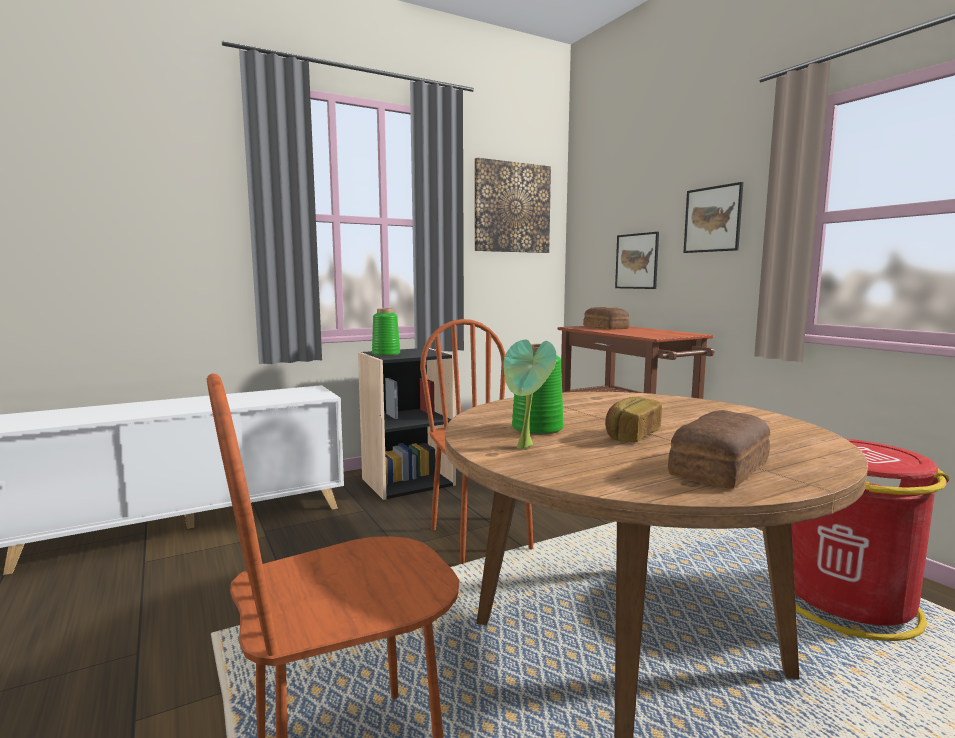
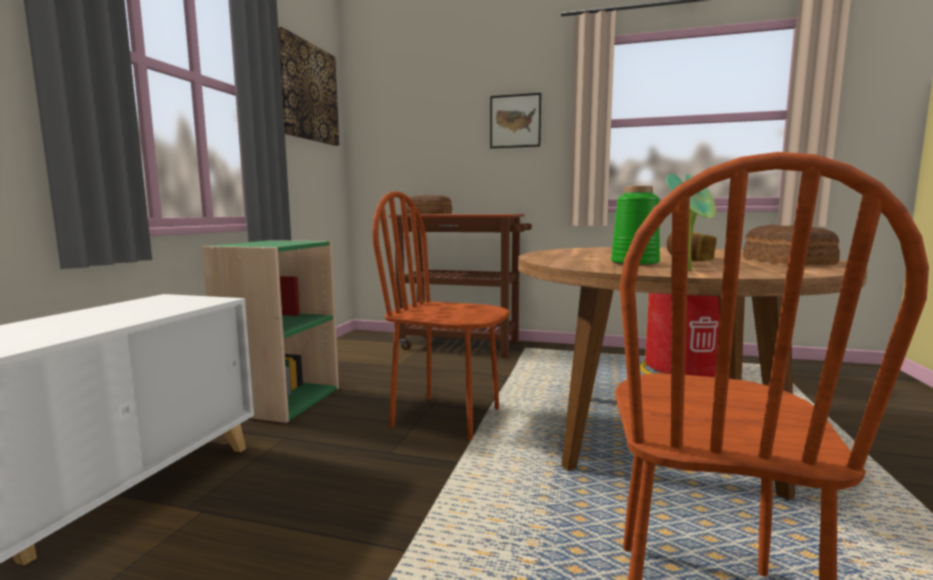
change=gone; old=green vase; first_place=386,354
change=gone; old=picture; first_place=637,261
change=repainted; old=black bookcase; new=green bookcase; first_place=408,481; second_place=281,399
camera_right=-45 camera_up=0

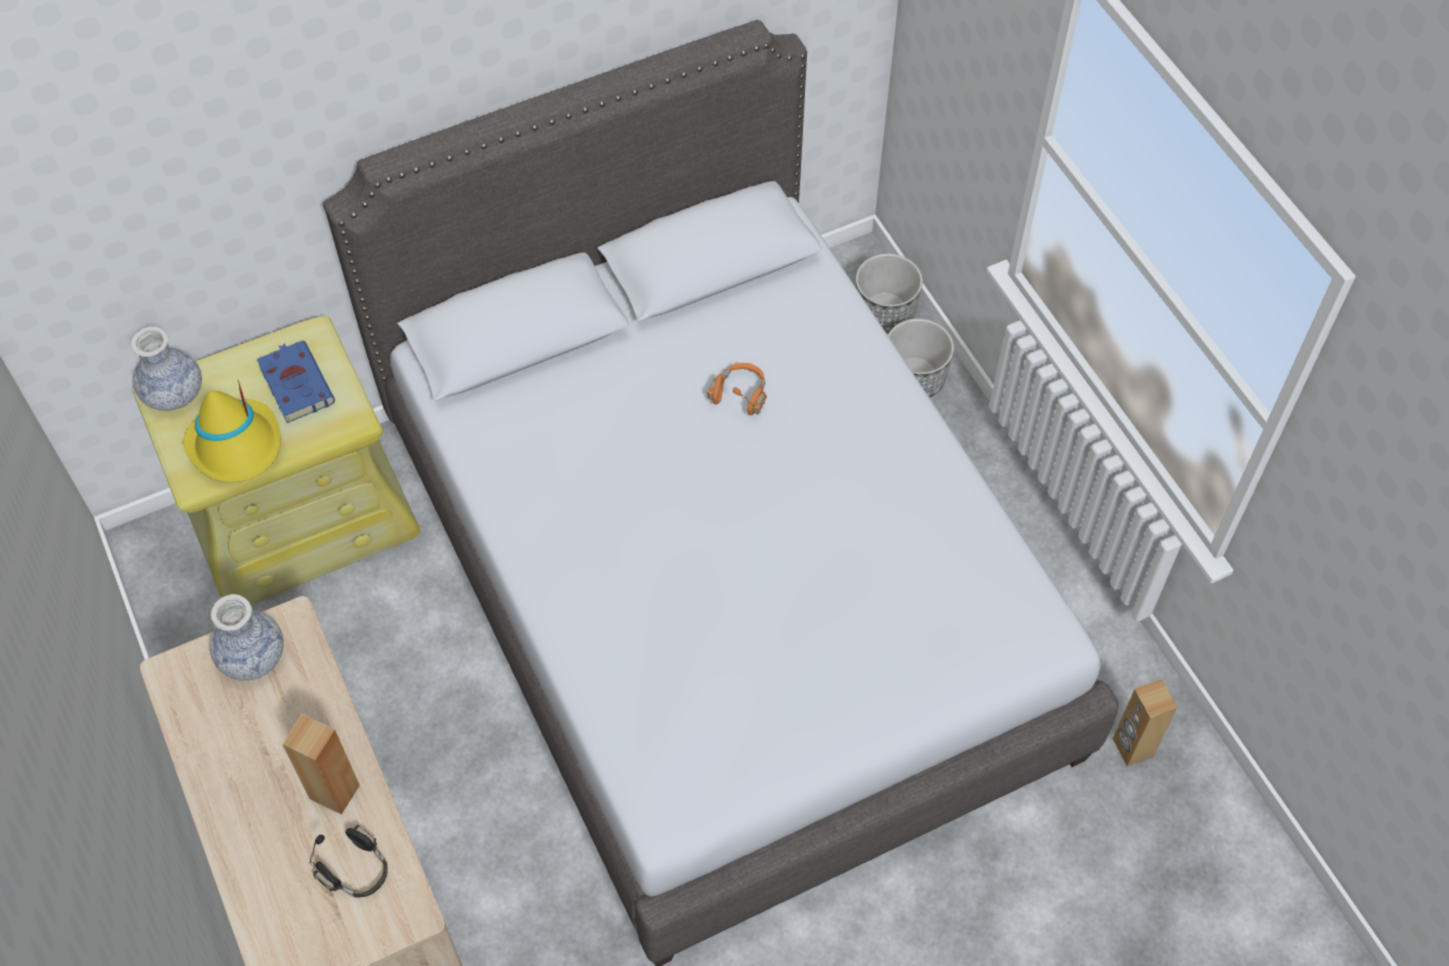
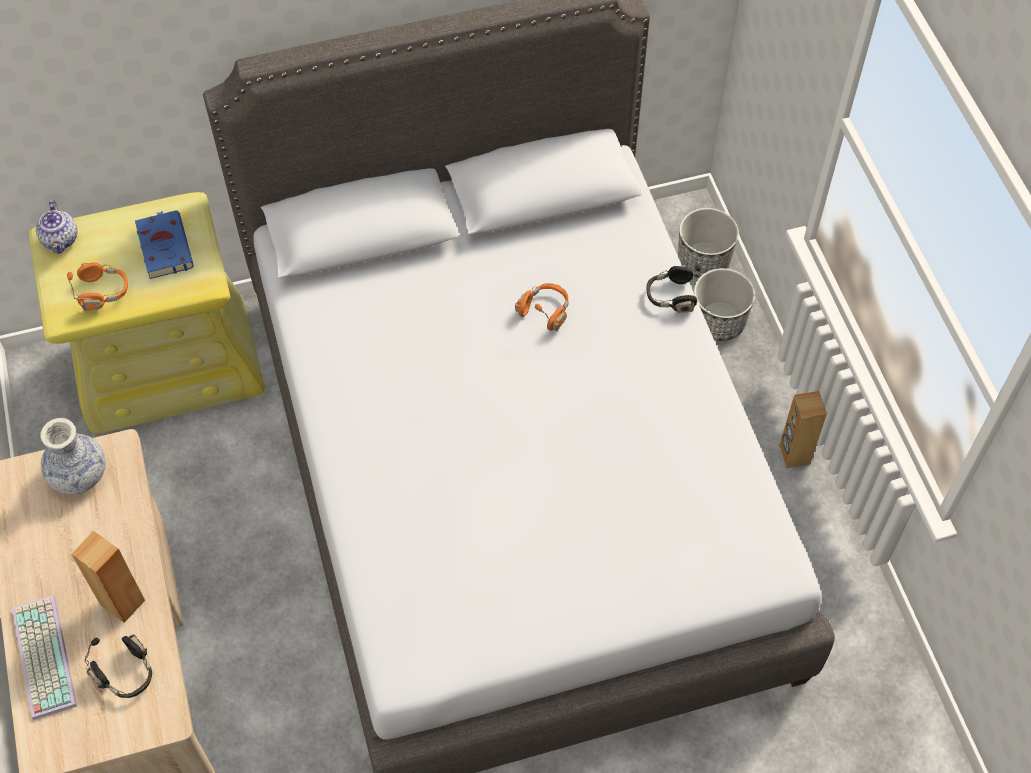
change=new; new=keyboard; second_place=41,656
change=new; new=black headphones; second_place=671,296
change=shifted; old=brown speaker; first_place=1132,748; second_place=794,454
change=swapped; old=vase; new=teapot; first_place=173,394; second_place=61,240
change=swapped; old=yellow hat; new=orange headphones; first_place=237,445; second_place=103,292
camera_right=10 camera_up=0

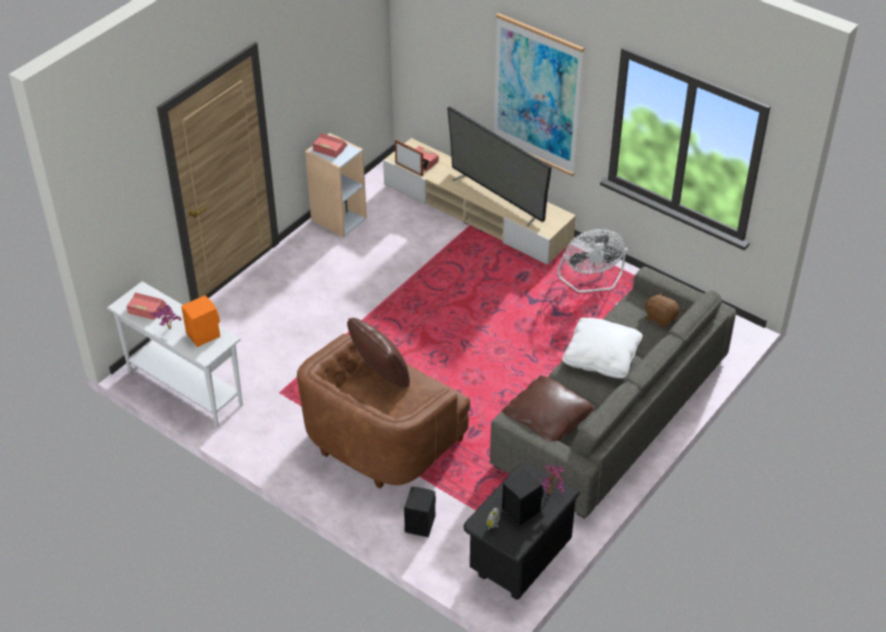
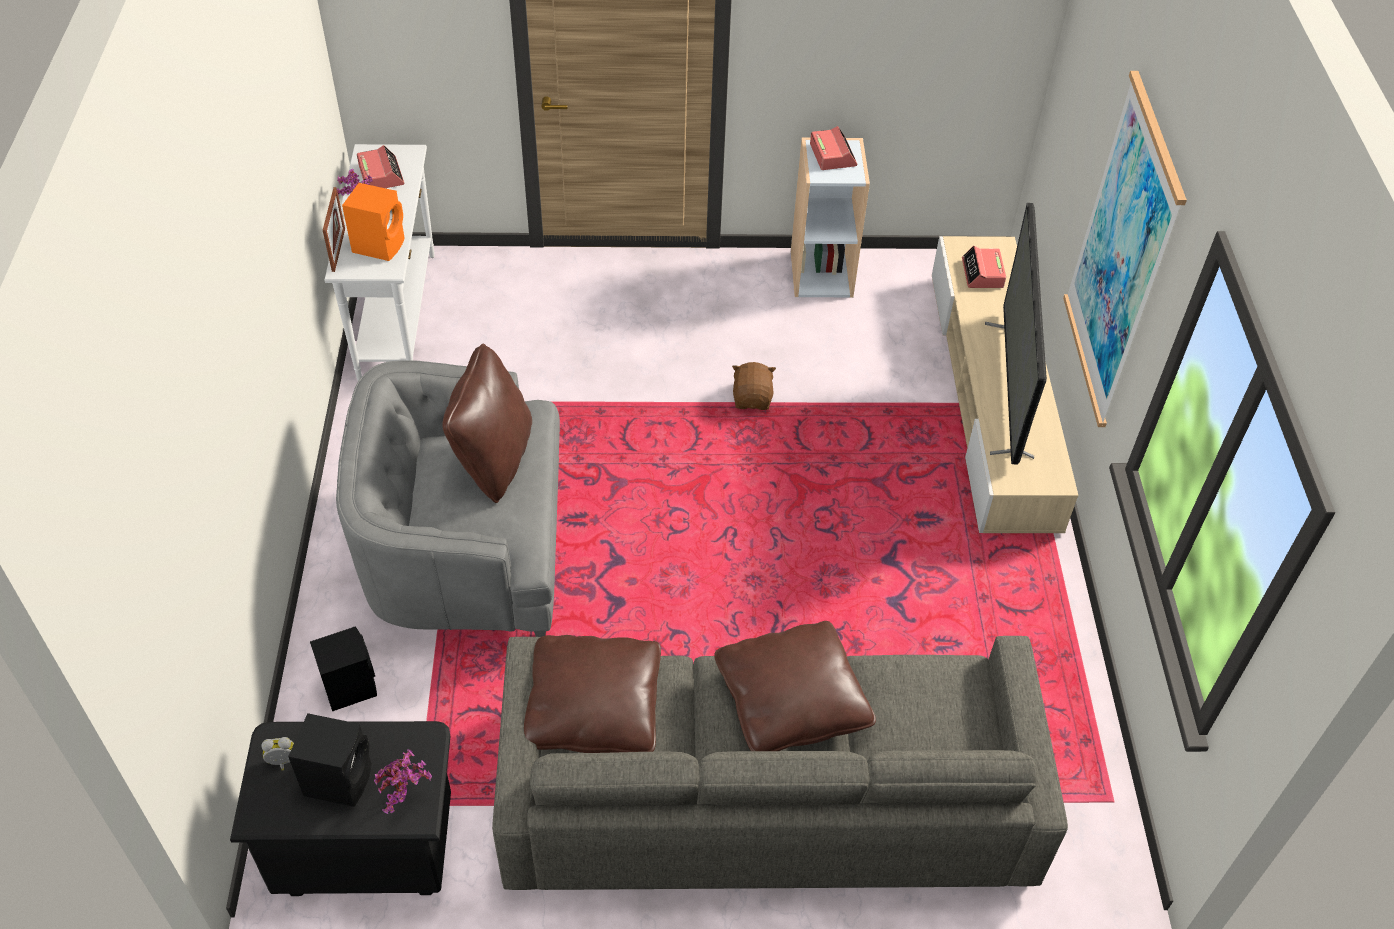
change=gone; old=white fan; first_place=595,285
change=shifted; old=picture frame; first_place=409,169; second_place=338,250
change=shifted; old=brown plush toy; first_place=660,317; second_place=752,399
change=repainted; old=brown armchair; new=grey armchair; first_place=381,441; second_place=467,554
change=repainted; old=white pillow; new=brown pillow; first_place=601,357; second_place=791,700
camera_right=50 camera_up=5

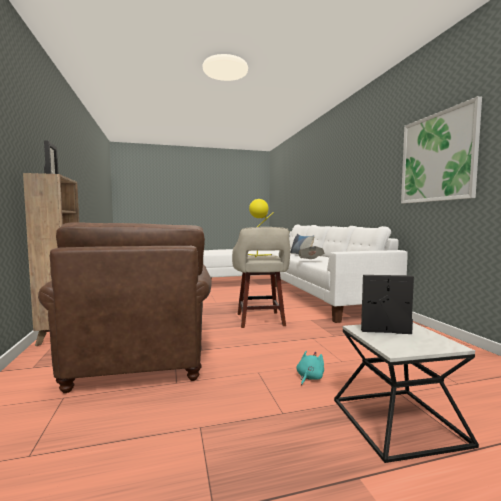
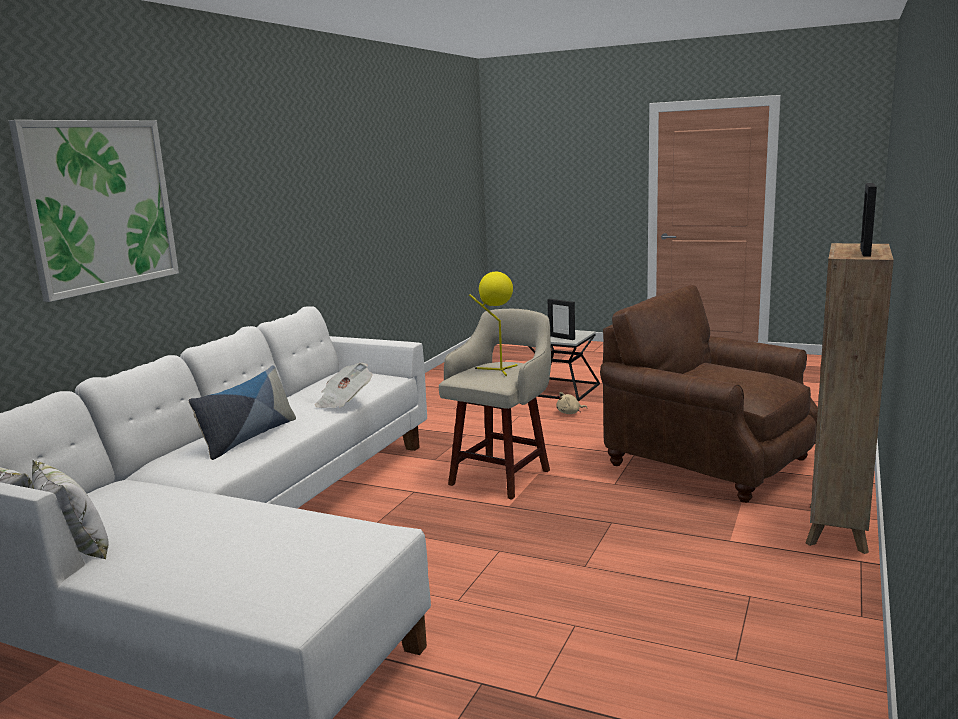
change=shifted; old=picture; first_place=437,157; second_place=100,205
change=repainted; old=turquoise plush toy; new=beige plush toy; first_place=309,377; second_place=570,413
change=rotated; old=brown armchair; first_place=141,357; second_place=708,462; degrees=-75
camera_right=-140 camera_up=10

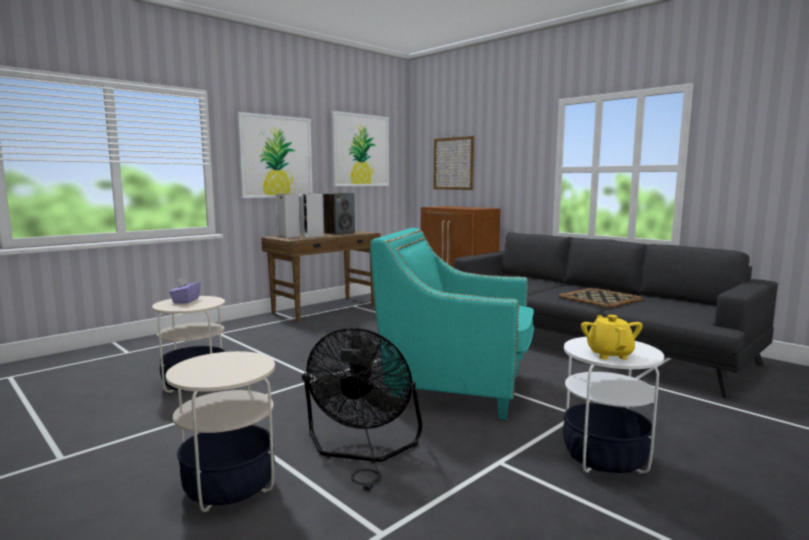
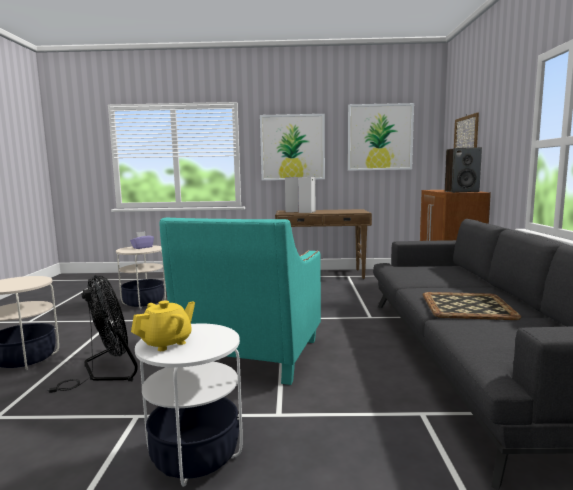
change=shifted; old=speaker; first_place=339,233; second_place=461,192
change=rotated; old=turquoise armchair; first_place=455,388; second_place=252,355; degrees=-135
camera_right=45 camera_up=0

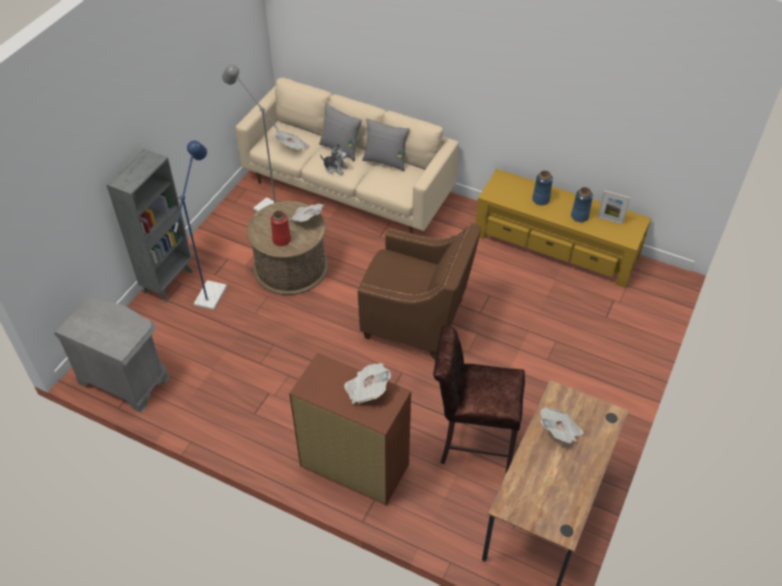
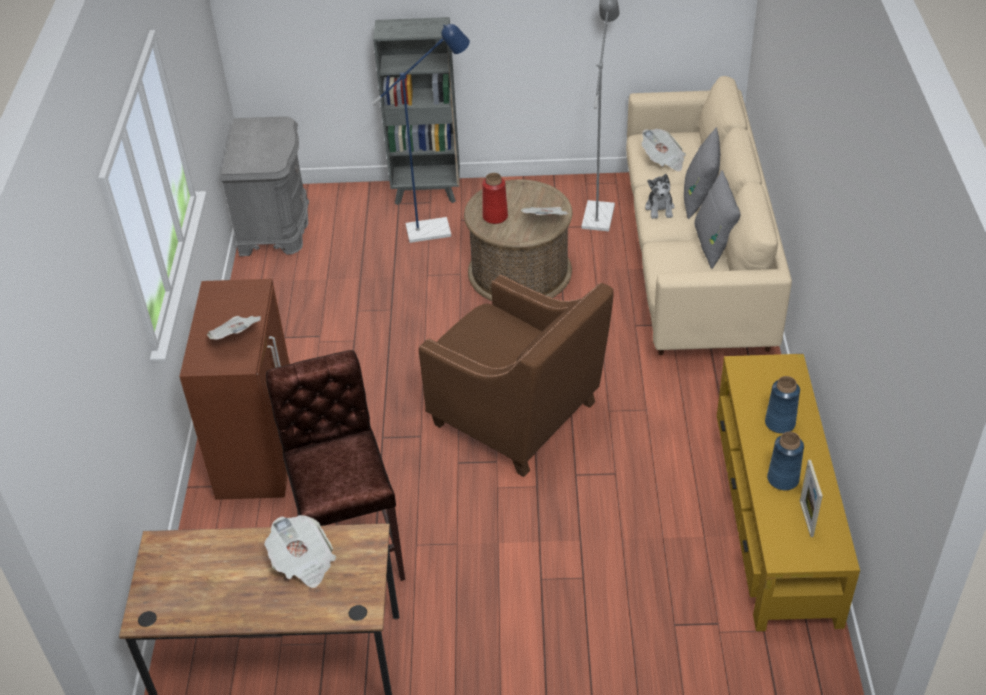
change=rotated; old=brown armchair; first_place=415,319; second_place=516,415; degrees=-45
camera_right=65 camera_up=-5

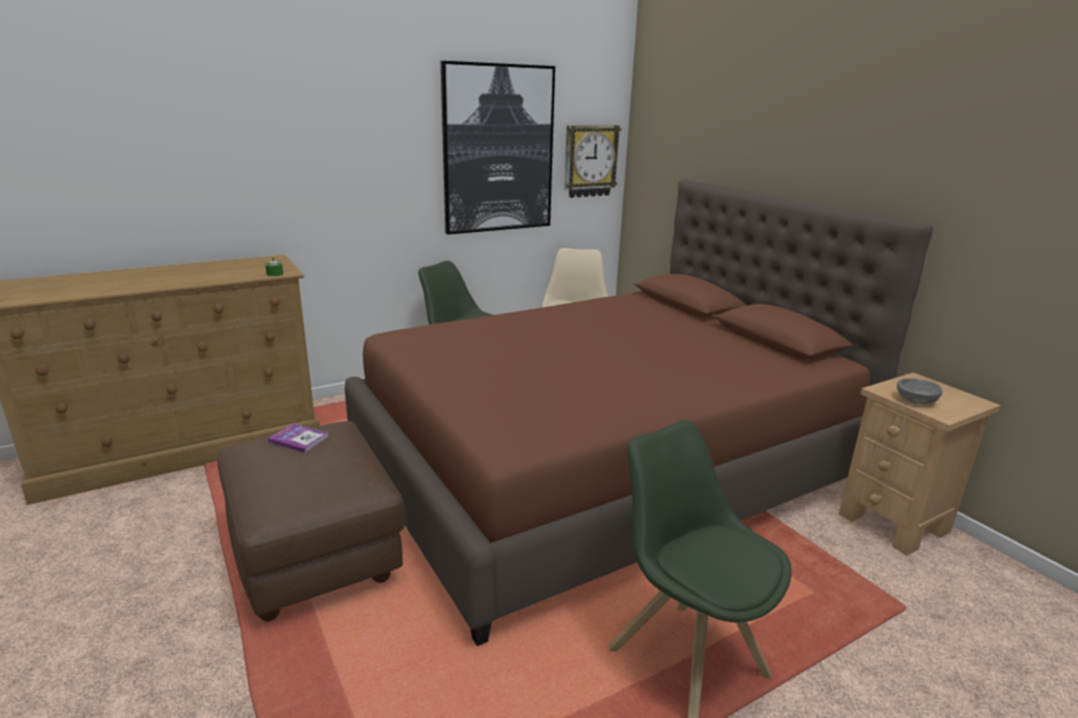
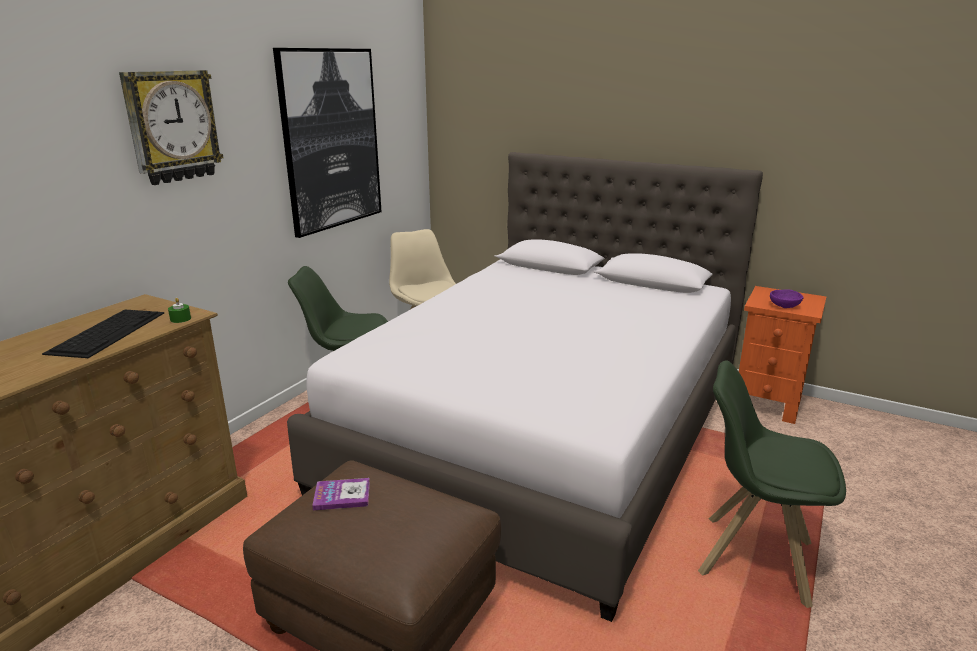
change=new; new=keyboard; second_place=108,332
change=shifted; old=wall clock; first_place=590,161; second_place=172,126
change=repainted; old=brown bed; new=white bed; first_place=605,467; second_place=546,431
change=repainted; old=beige nightstand; new=orange nightstand; first_place=893,524; second_place=767,404
change=repainted; old=grey bowl; new=purple bowl; first_place=916,401; second_place=784,306
camera_right=-30 camera_up=0

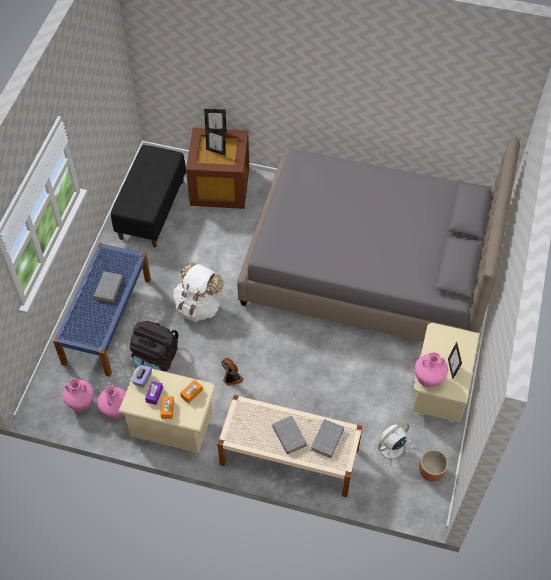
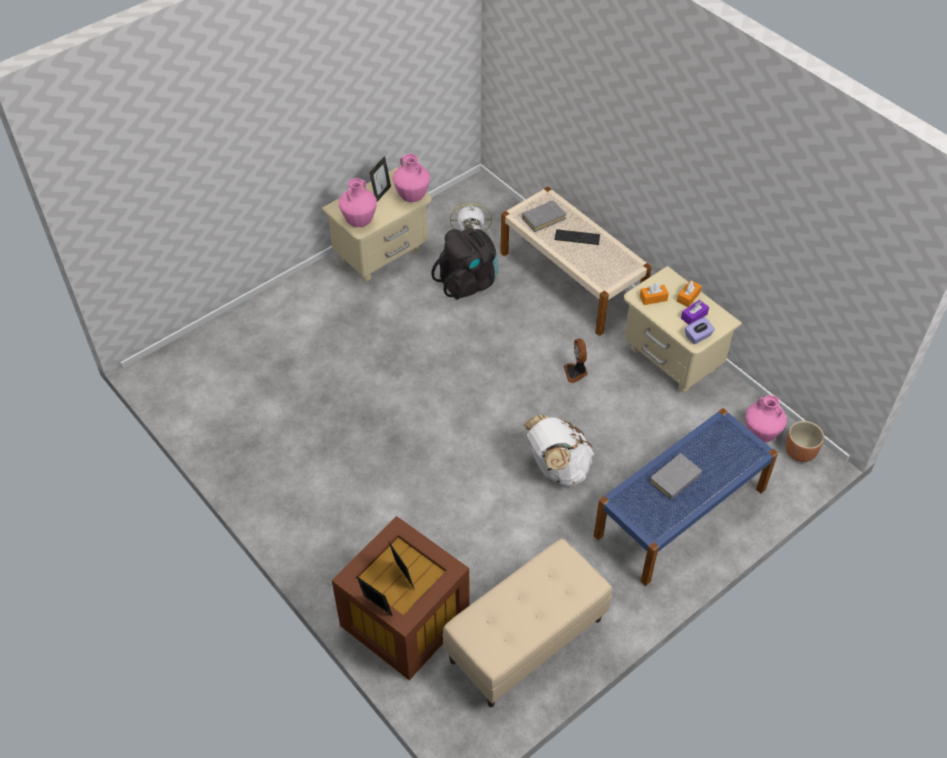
change=gone; old=grey bed; first_place=370,267
change=shifted; old=pink vase; first_place=116,411; second_place=359,221
change=shifted; old=black backpack; first_place=156,360; second_place=468,282
change=shifted; old=brown planter; first_place=431,472; second_place=800,452
change=swapped; old=grey book; new=keyboard; first_place=289,436; second_place=577,238
change=repainted; old=black bench; new=beige bench; first_place=151,209; second_place=526,641
camera_right=-145 camera_up=-5

